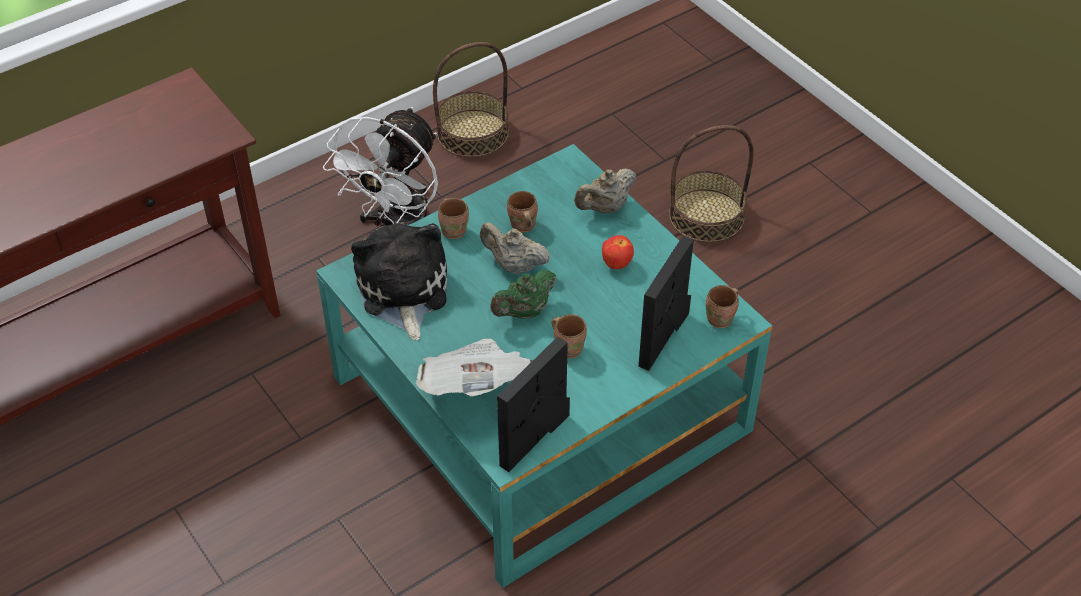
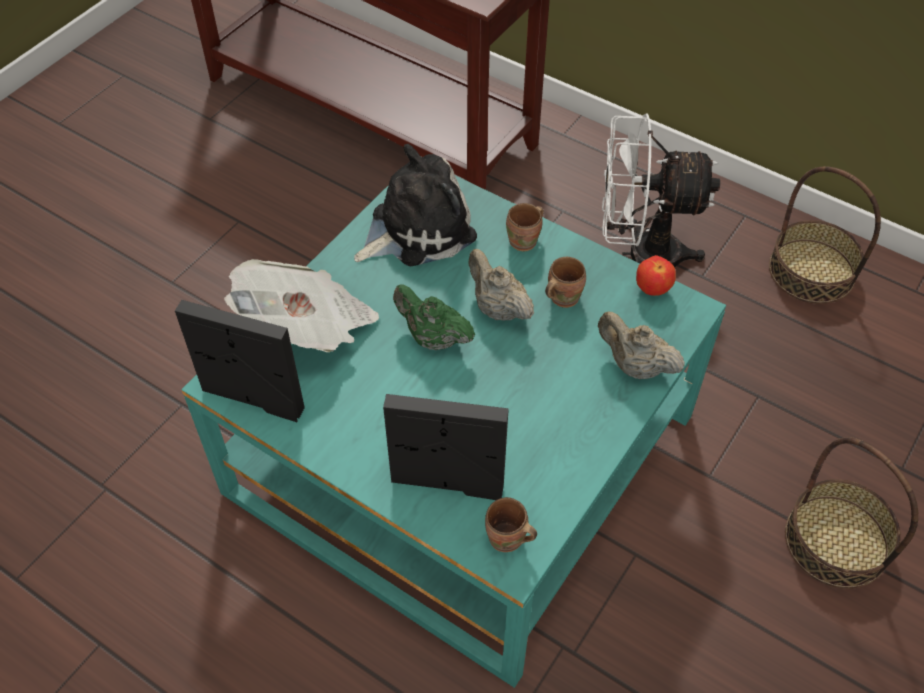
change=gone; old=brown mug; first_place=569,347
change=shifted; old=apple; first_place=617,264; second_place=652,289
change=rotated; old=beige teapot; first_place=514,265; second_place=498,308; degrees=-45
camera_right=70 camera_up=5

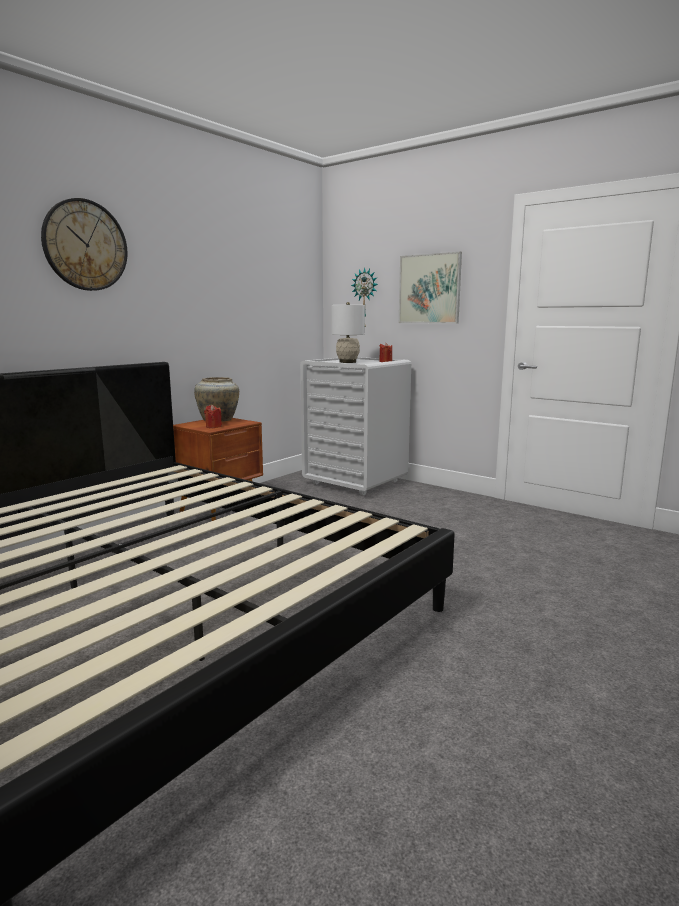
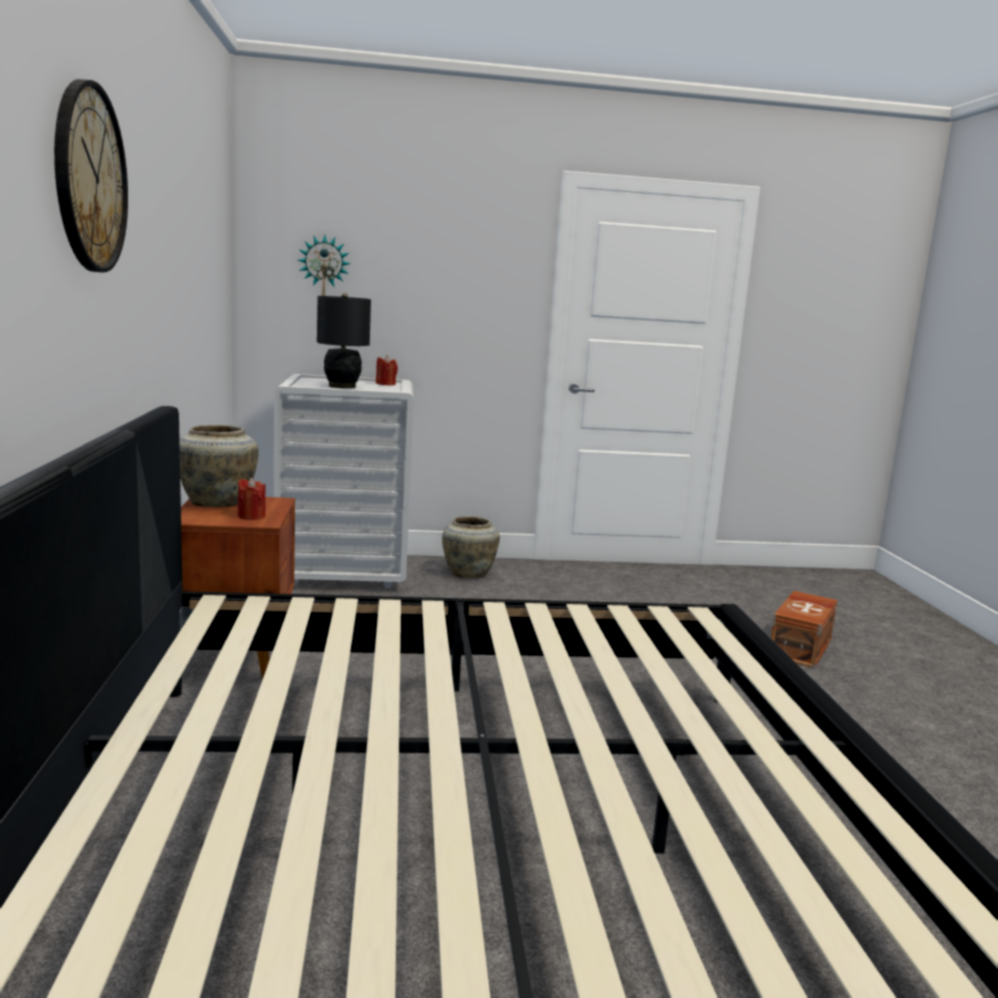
change=gone; old=picture; first_place=429,289
change=new; new=beige vase; second_place=469,573
change=new; new=brown storage box; second_place=802,647
change=repainted; old=white table lamp; new=black table lamp; first_place=348,362; second_place=342,386
camera_right=-45 camera_up=0

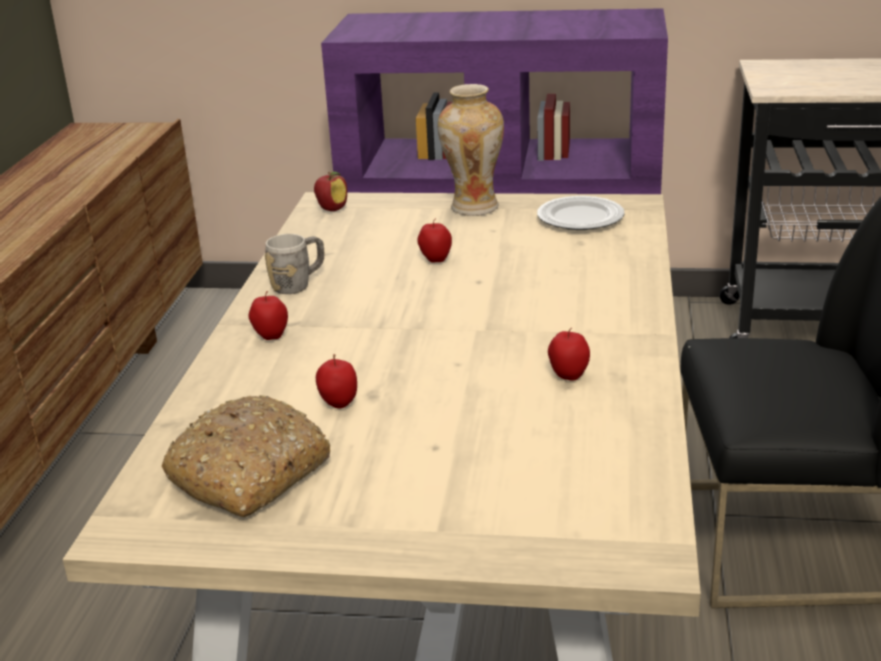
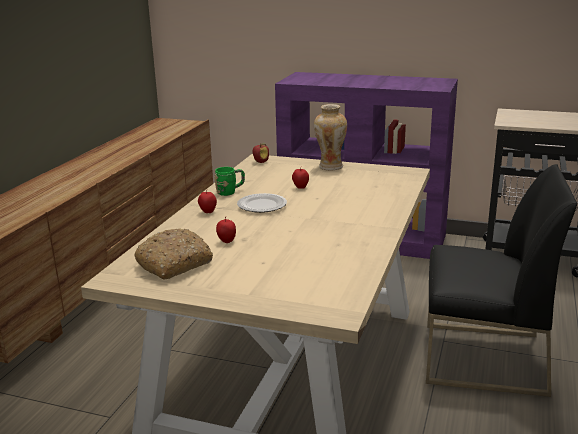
change=gone; old=apple; first_place=568,376
change=shifted; old=plate; first_place=580,218; second_place=262,206
change=repainted; old=grey mug; new=green mug; first_place=298,284; second_place=230,192
camera_right=10 camera_up=-5

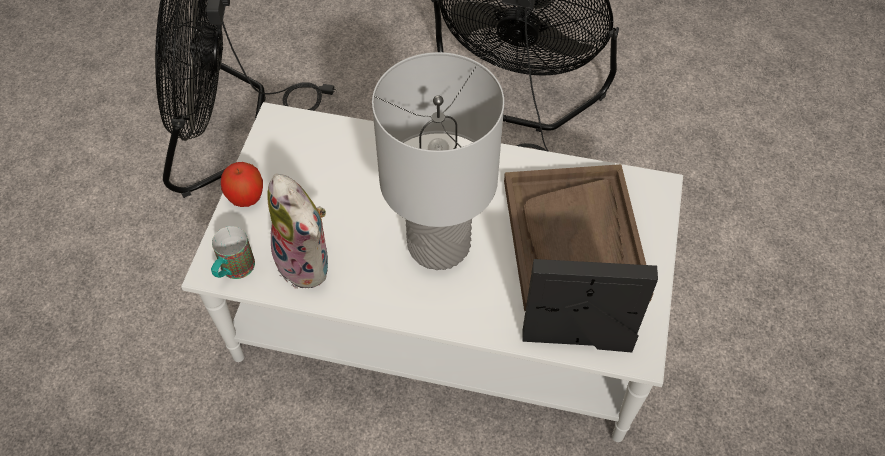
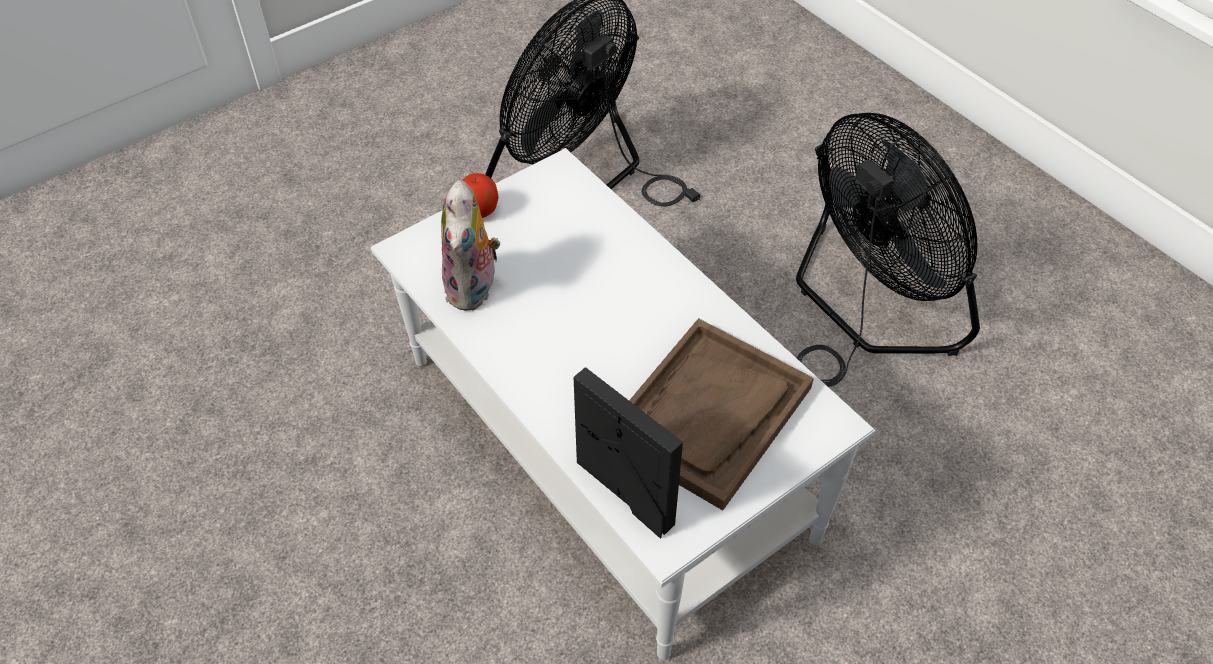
change=gone; old=mug; first_place=233,271
change=gone; old=grey table lamp; first_place=438,250
camera_right=40 camera_up=-5

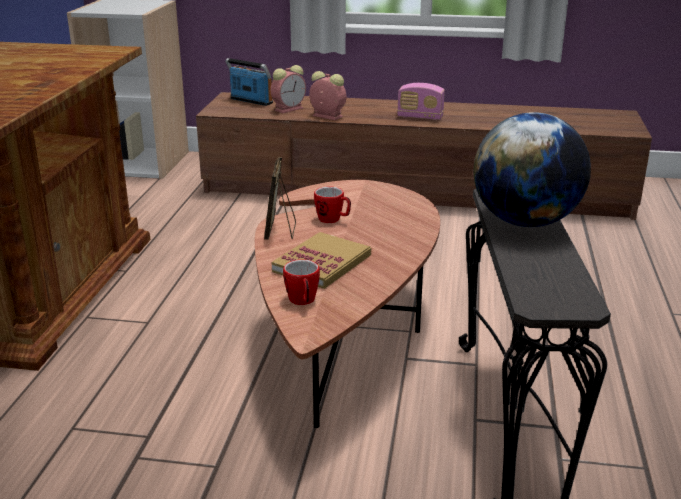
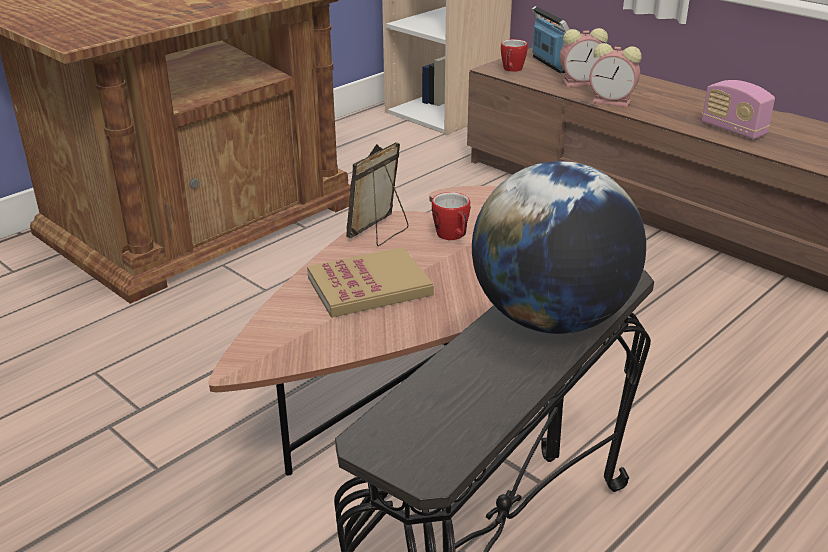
change=shifted; old=mug; first_place=303,302; second_place=511,70
change=rotated; old=alarm clock; first_place=326,116; second_place=613,102; degrees=135
camera_right=35 camera_up=5

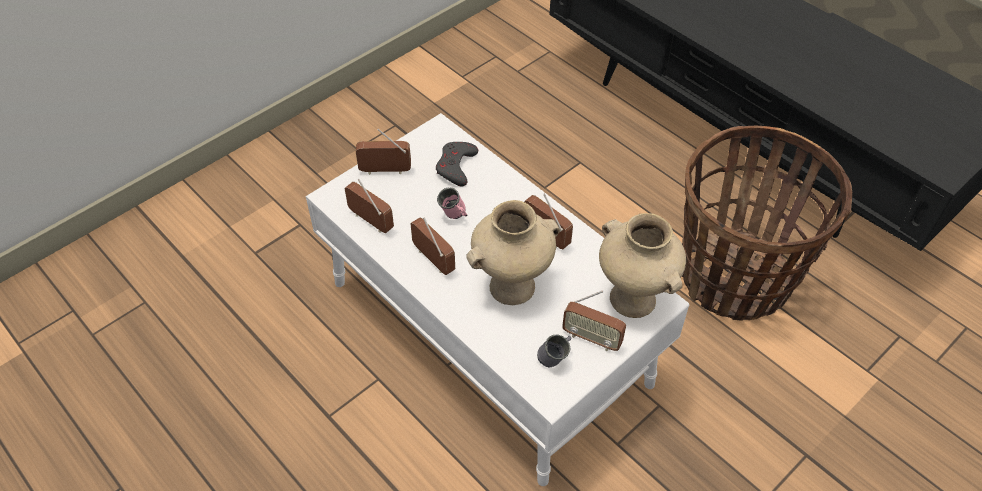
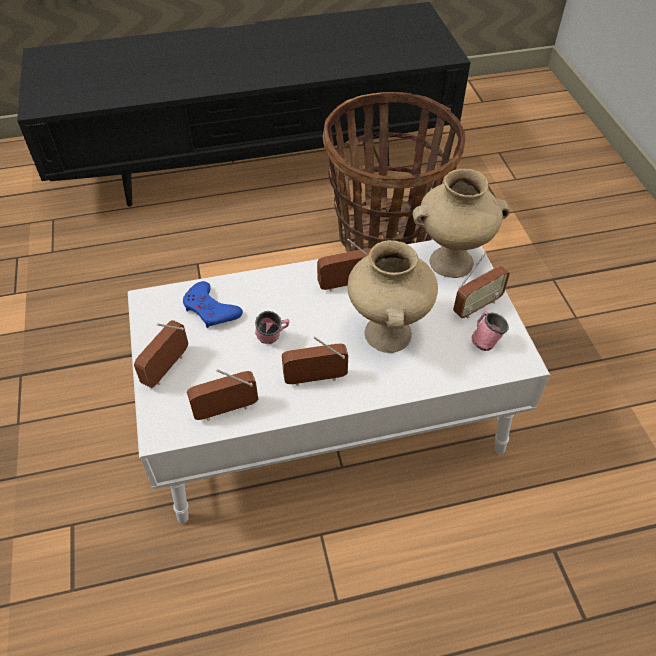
change=repainted; old=grey game controller; new=blue game controller; first_place=456,166; second_place=211,309
change=repainted; old=grey mug; new=pink mug; first_place=555,358; second_place=484,340
camera_right=-60 camera_up=0

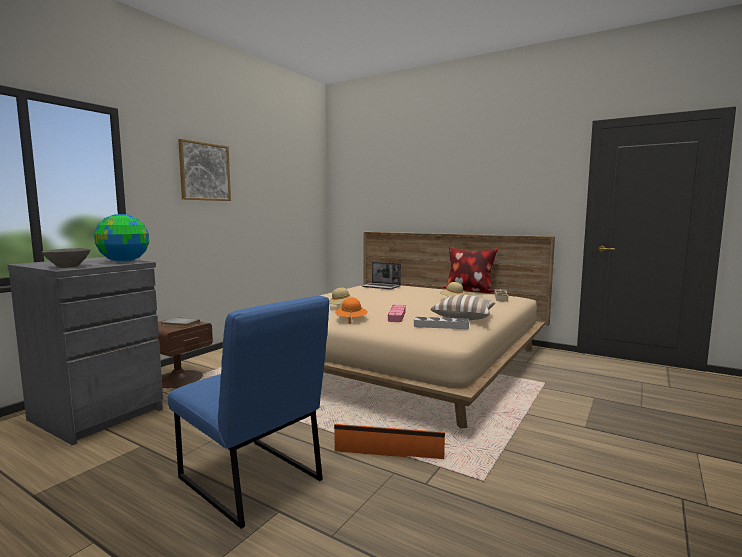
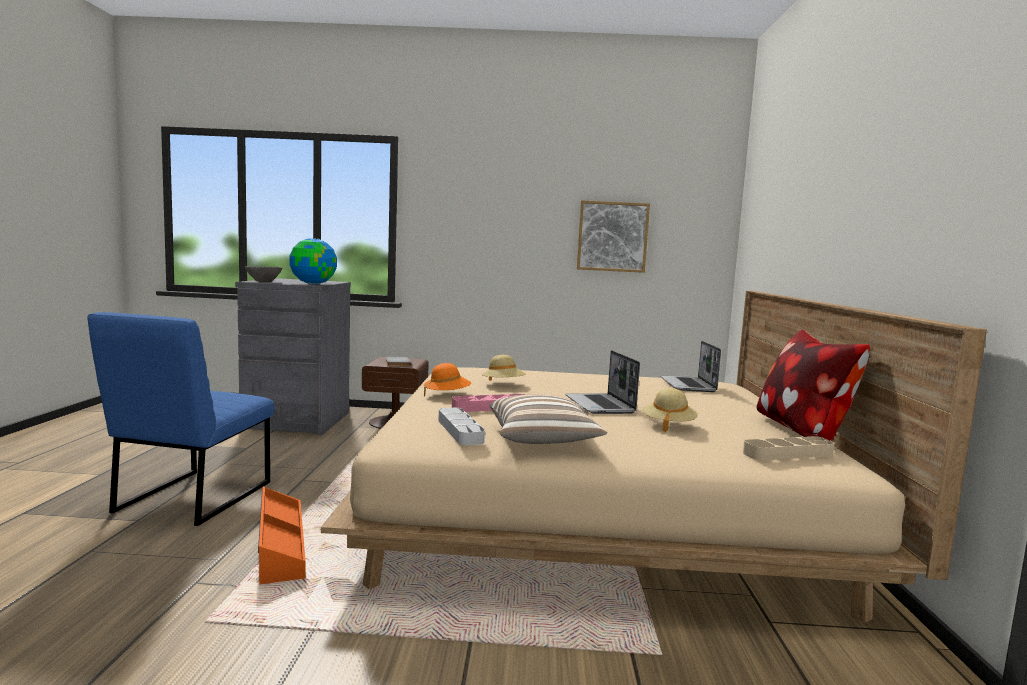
change=new; new=laptop; second_place=600,405
change=shifted; old=picture; first_place=204,172; second_place=612,236
camera_right=60 camera_up=0

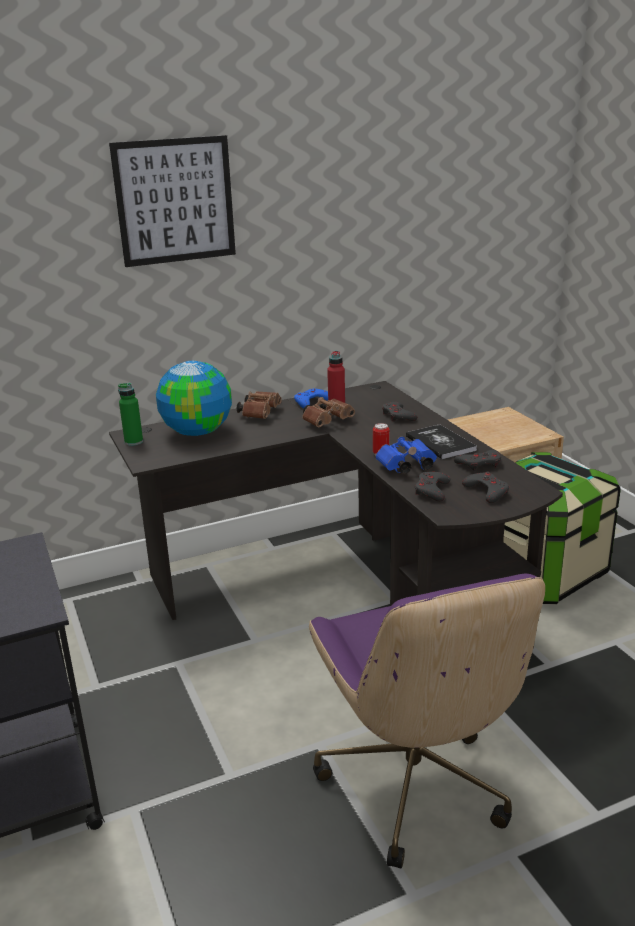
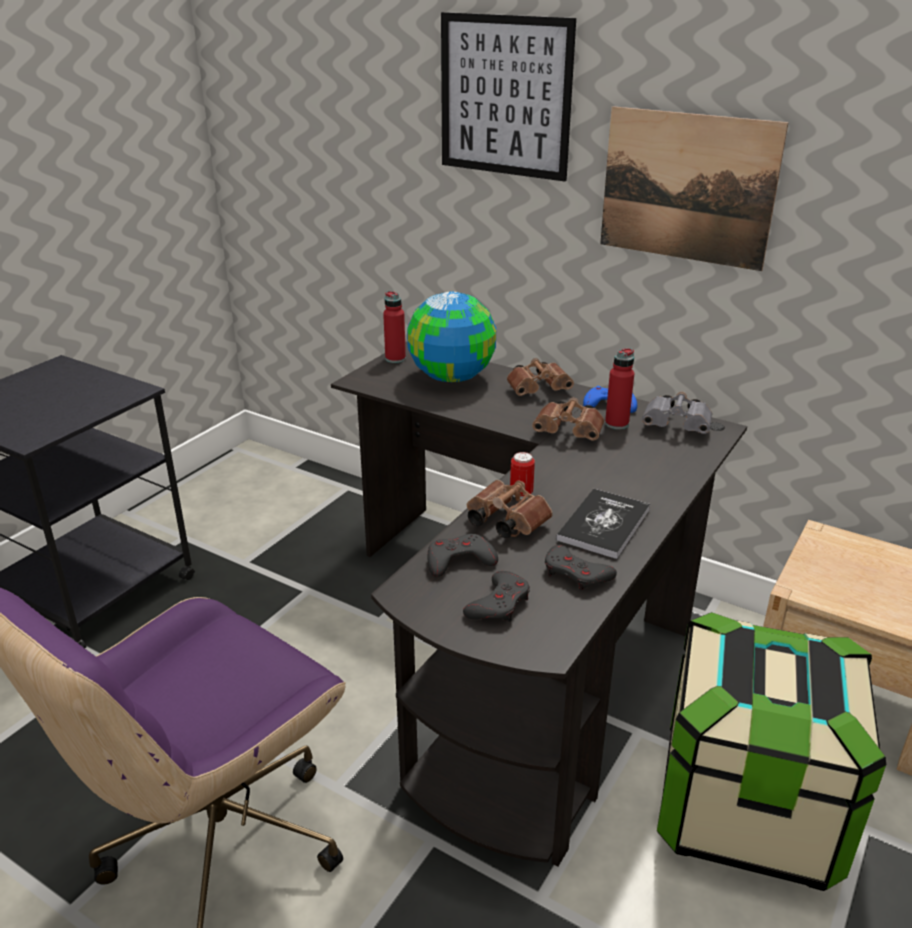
change=gone; old=grey game controller; first_place=398,416
change=new; new=picture; second_place=687,187
change=new; new=grey binoculars; second_place=678,426
change=repainted; old=green bottle; new=red bottle; first_place=134,442; second_place=395,359
change=repainted; old=blue binoculars; new=brown binoculars; first_place=405,467; second_place=504,522
camera_right=55 camera_up=5

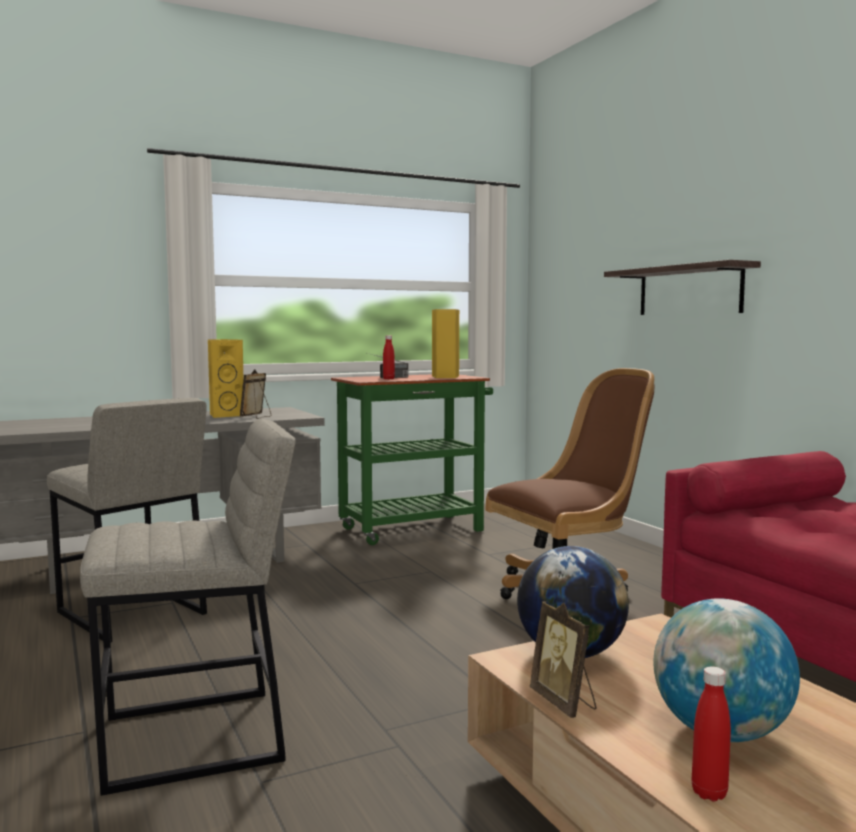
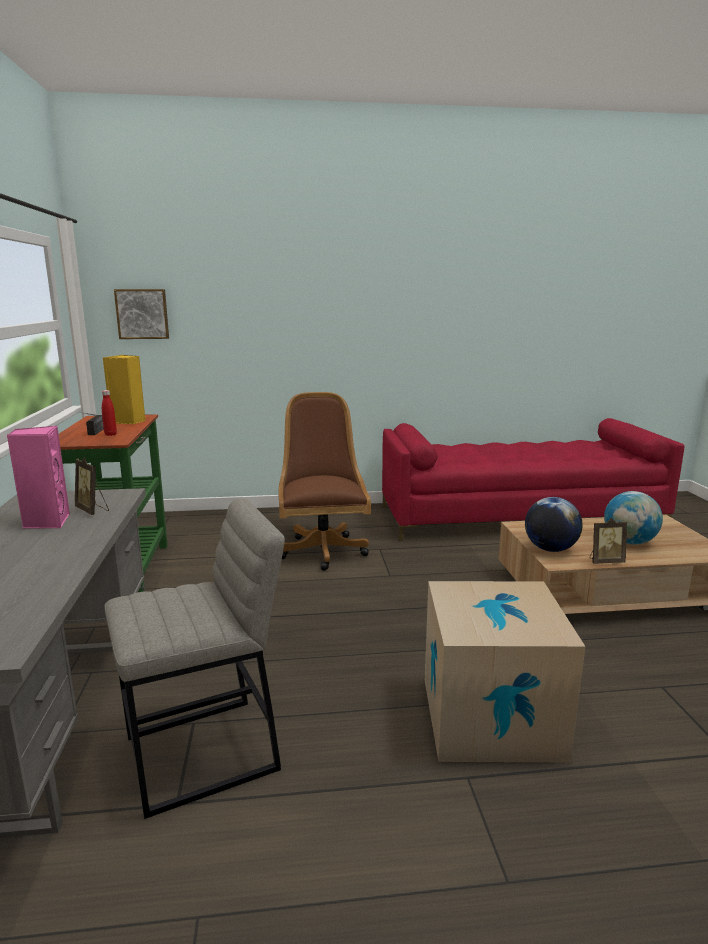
change=gone; old=shelf; first_place=689,290
change=gone; old=red bottle; first_place=709,793
change=new; new=picture; second_place=142,314
change=swapped; old=grey chair; new=cardboard box; first_place=198,737; second_place=490,717
change=repainted; old=yellow speaker; new=pink speaker; first_place=225,415; second_place=46,522
camera_right=-70 camera_up=10

